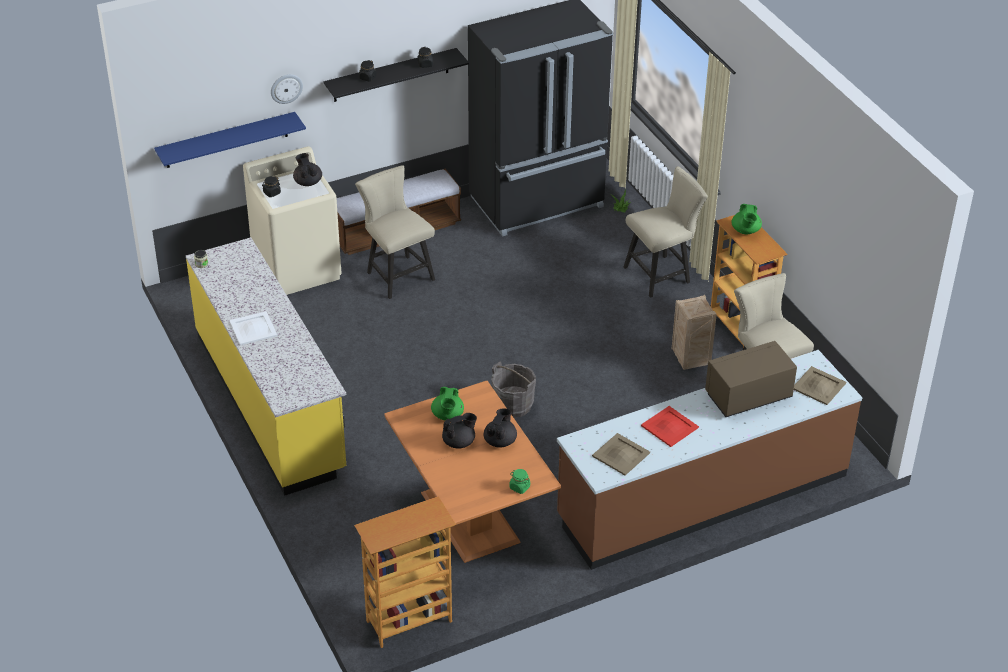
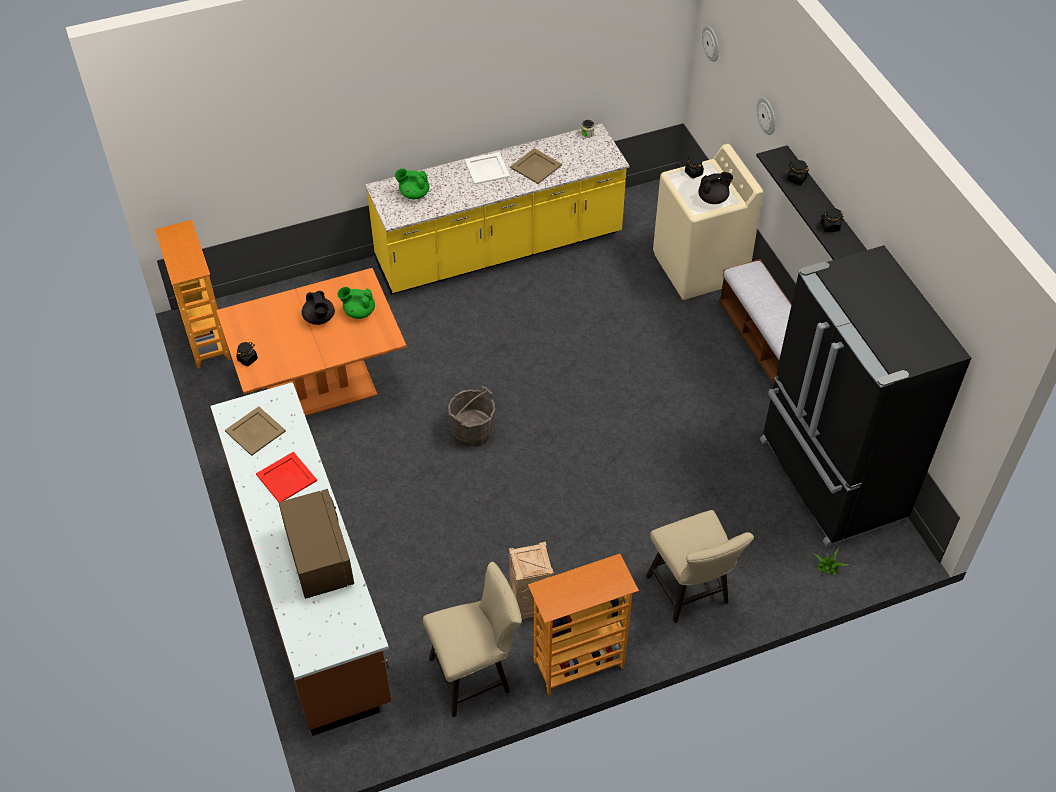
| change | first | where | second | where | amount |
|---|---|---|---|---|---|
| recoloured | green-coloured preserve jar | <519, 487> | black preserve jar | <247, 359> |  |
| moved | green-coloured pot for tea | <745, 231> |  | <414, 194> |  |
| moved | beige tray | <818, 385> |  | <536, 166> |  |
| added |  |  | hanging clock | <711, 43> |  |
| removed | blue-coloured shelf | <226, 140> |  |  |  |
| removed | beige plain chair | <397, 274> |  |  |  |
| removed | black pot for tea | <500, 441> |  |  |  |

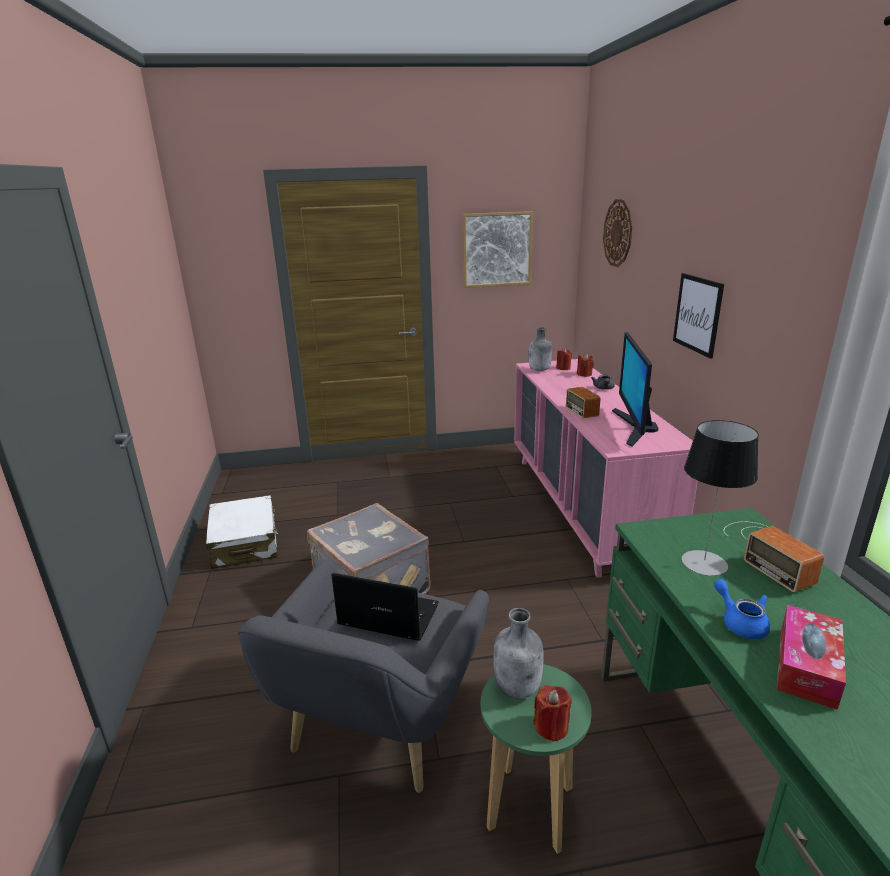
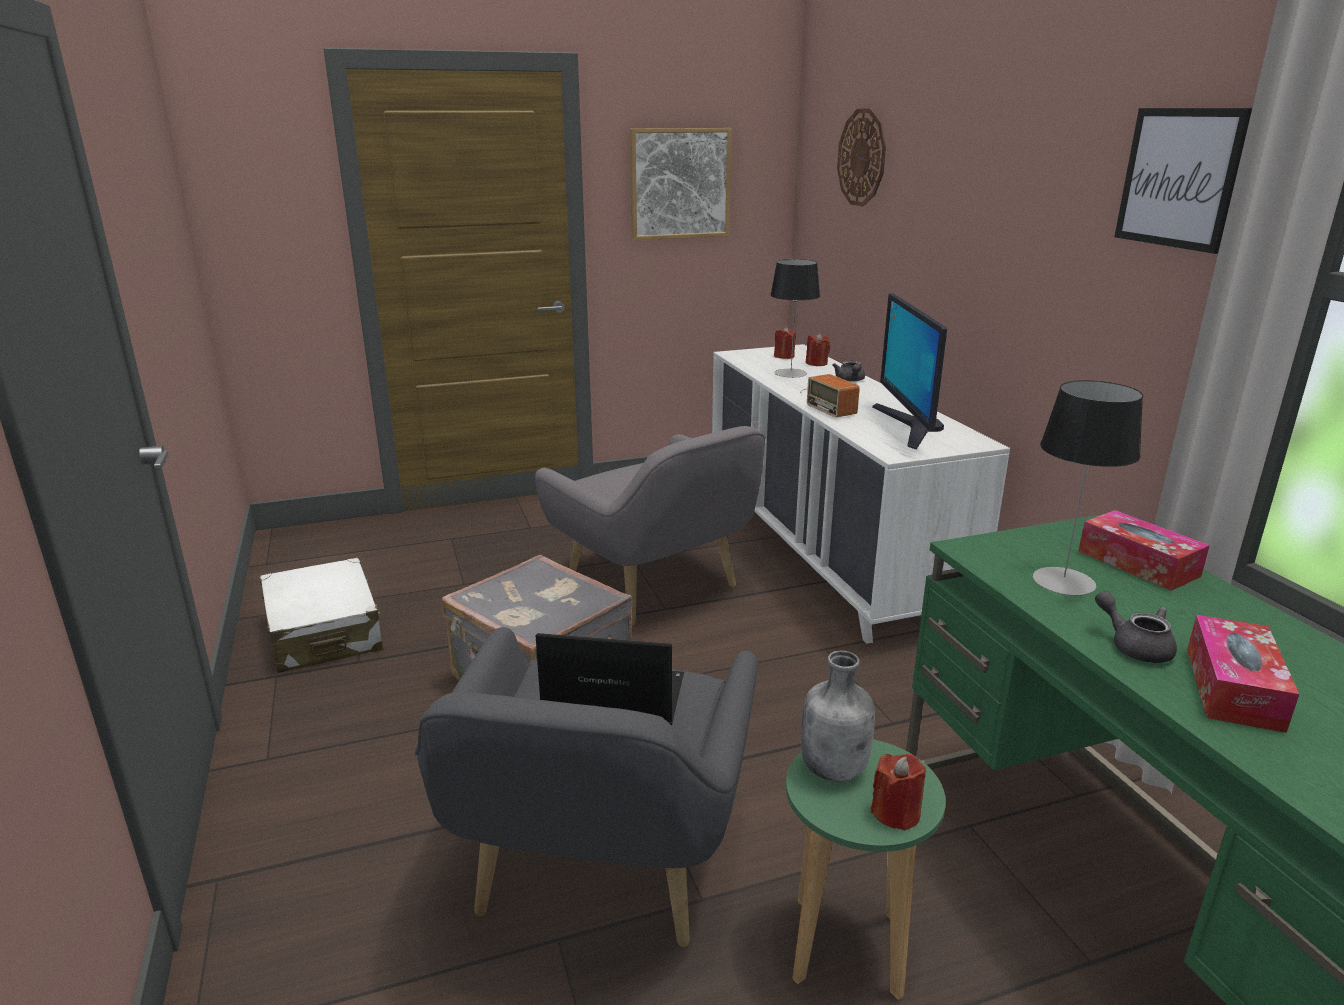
| change | first | where | second | where | amount |
|---|---|---|---|---|---|
| added |  |  | grey armchair | <655, 586> |  |
| recoloured | pinkish chest of drawers | <583, 507> | white-coloured chest of drawers | <825, 554> |  |
| added |  |  | lamp for a table | <790, 373> |  |
| replaced | radio set | <767, 551> | tissue holder | <1138, 563> |  |
| recoloured | blue-coloured pot for tea | <740, 622> | grey pot for tea | <1134, 646> |  |
| moved | wall picture | <697, 314> |  | <1179, 178> |  |
| removed | grey drink bottle | <539, 370> |  |  |  |

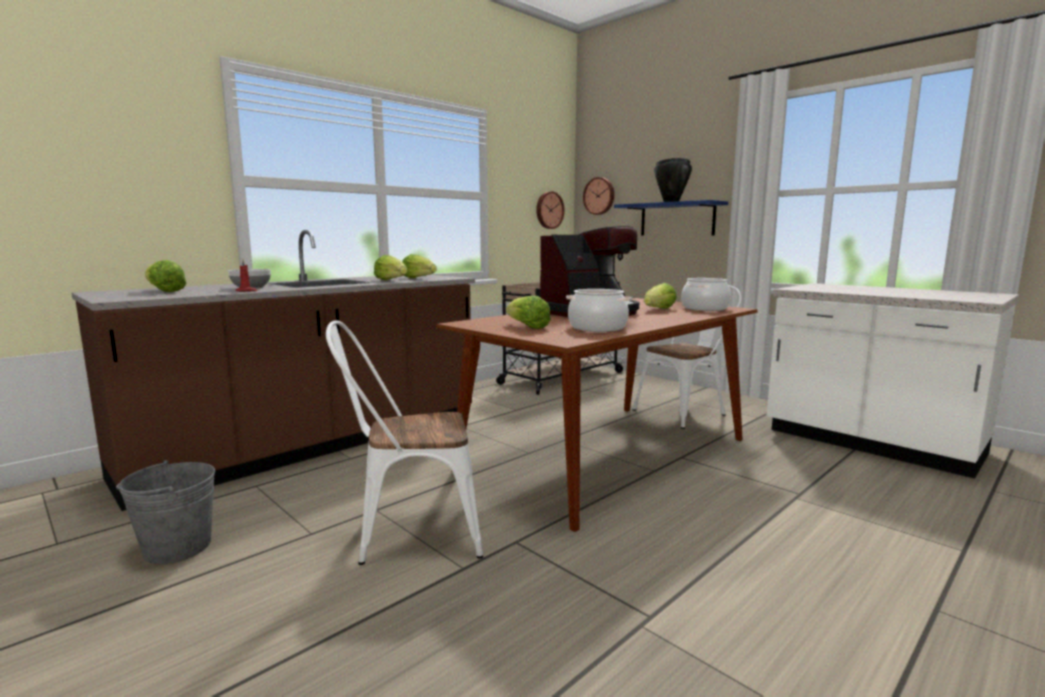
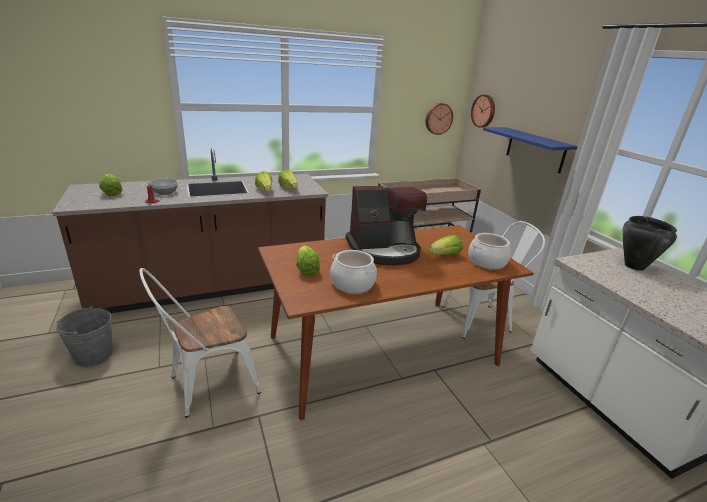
| change | first | where | second | where | amount |
|---|---|---|---|---|---|
| turned | white-coloured plain chair | <408, 533> |  | <207, 385> | 45 degrees counterclockwise |
| moved | black saucepot | <671, 202> |  | <634, 266> |  |

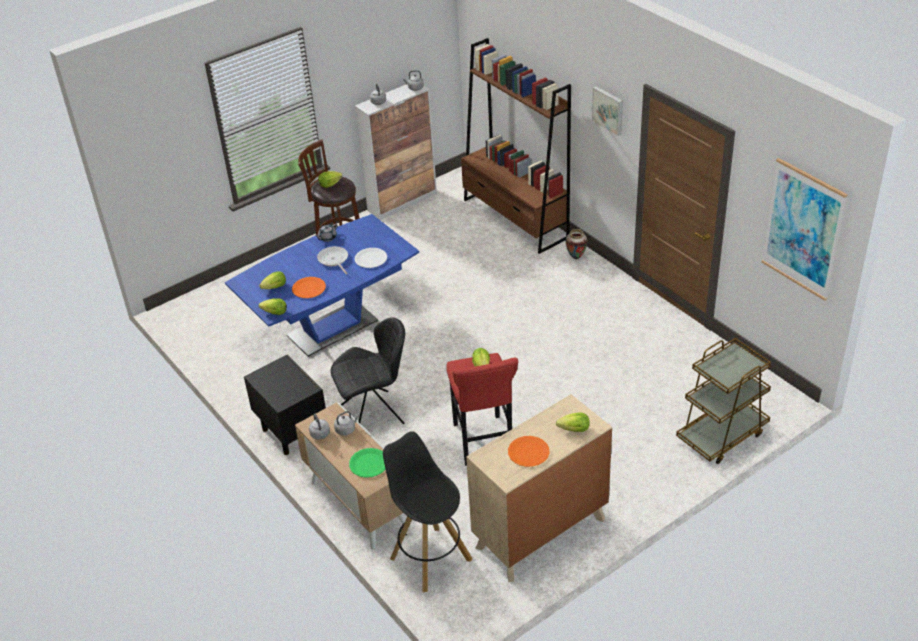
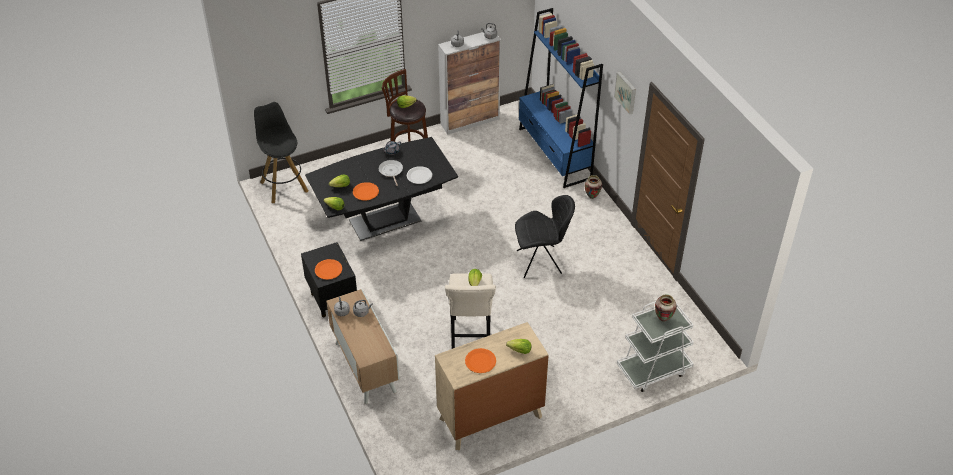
| change | first | where | second | where | amount |
|---|---|---|---|---|---|
| moved | black stool seat | <430, 558> |  | <284, 186> |  |
| recoloured | blue-coloured dinner table | <332, 328> | black dinner table | <385, 221> |  |
| added |  |  | orange flat dish | <328, 270> |  |
| recoloured | reddish stool seat | <483, 443> | beige stool seat | <470, 338> |  |
| moved | black plain chair | <374, 414> |  | <541, 262> |  |
| recoloured | brown bookshelf | <515, 219> | blue-coloured bookshelf | <554, 153> |  |
| recoloured | brown wheeled cart | <721, 435> | white-coloured wheeled cart | <653, 369> |  |
| added |  |  | decorative vase | <663, 319> |  |
| removed | green-coloured flat dish | <369, 464> |  |  |  |
| removed | wall picture | <803, 229> |  |  |  |

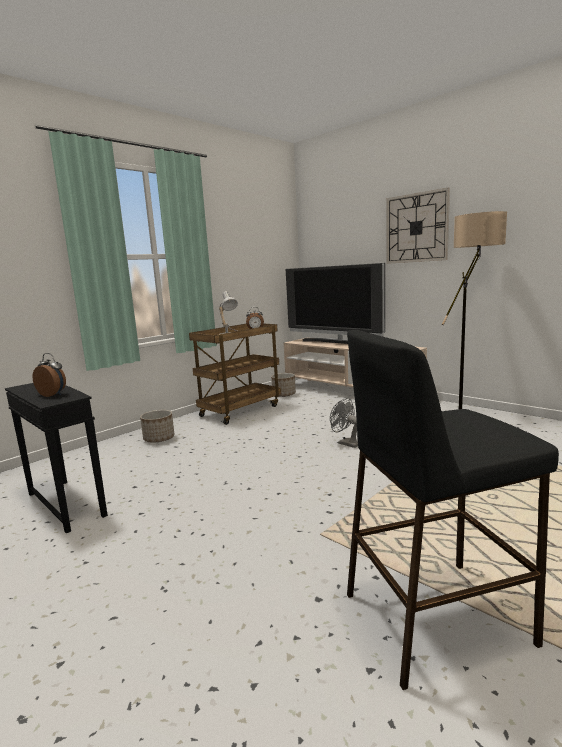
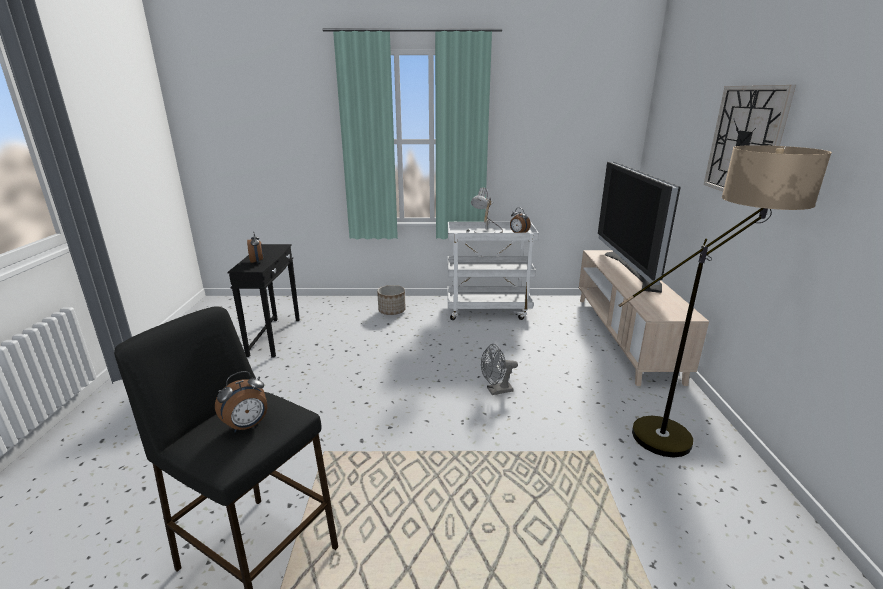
| change | first | where | second | where | amount |
|---|---|---|---|---|---|
| added |  |  | bedside clock | <247, 426> |  |
| recoloured | brown wheeled cart | <240, 410> | white-coloured wheeled cart | <488, 310> |  |
| turned | grey electric fan | <346, 443> |  | <496, 391> | 105 degrees counterclockwise |
| removed | planter | <284, 394> |  |  |  |

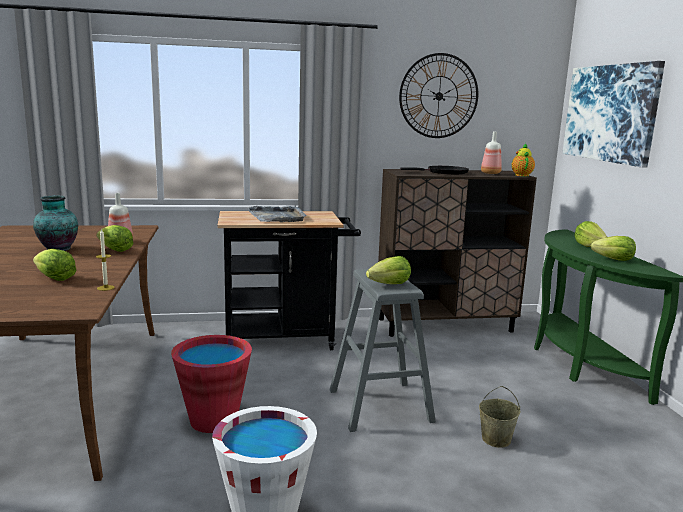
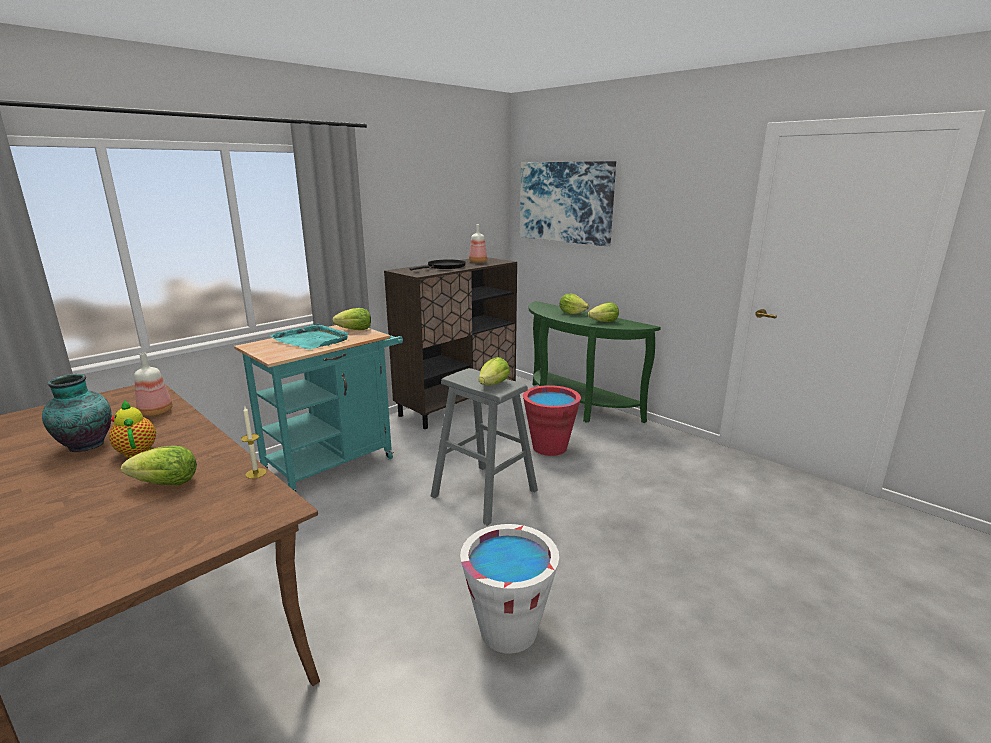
| change | first | where | second | where | amount |
|---|---|---|---|---|---|
| moved | pot for tea | <521, 175> |  | <137, 450> |  |
| recoloured | black wheeled cart | <287, 339> | turquoise wheeled cart | <336, 463> |  |
| recoloured | grey tray | <277, 217> | turquoise tray | <312, 340> |  |
| moved | head of lettuce | <115, 250> |  | <355, 330> |  |
| moved | reddish water bucket | <213, 420> |  | <549, 447> |  |
| removed | hanging clock | <439, 96> |  |  |  |
| removed | beige water bucket | <496, 439> |  |  |  |

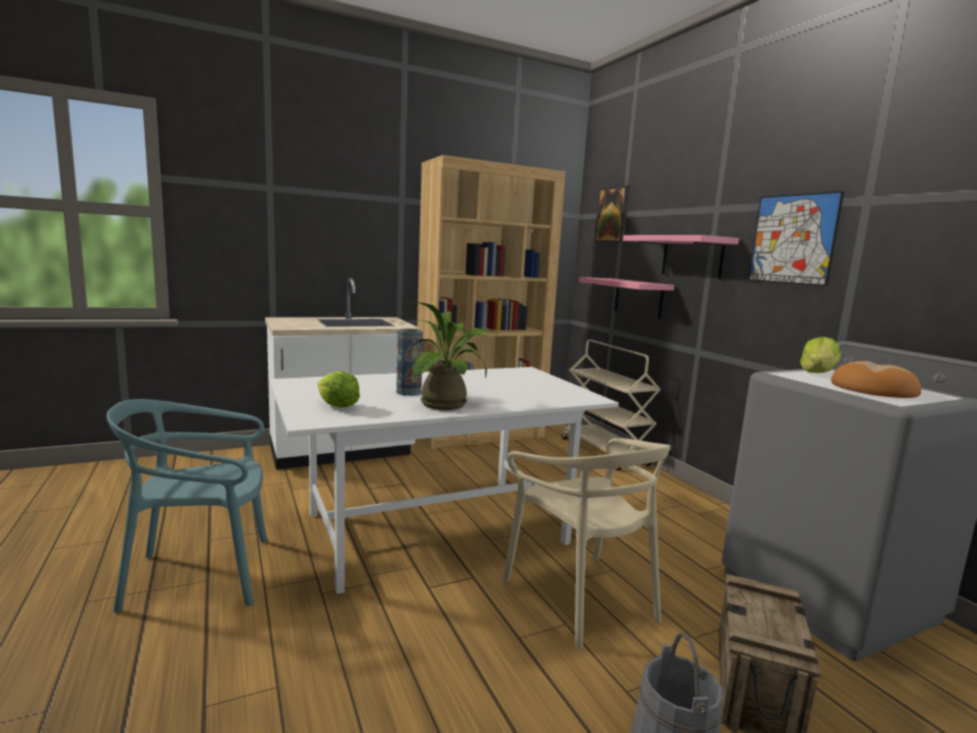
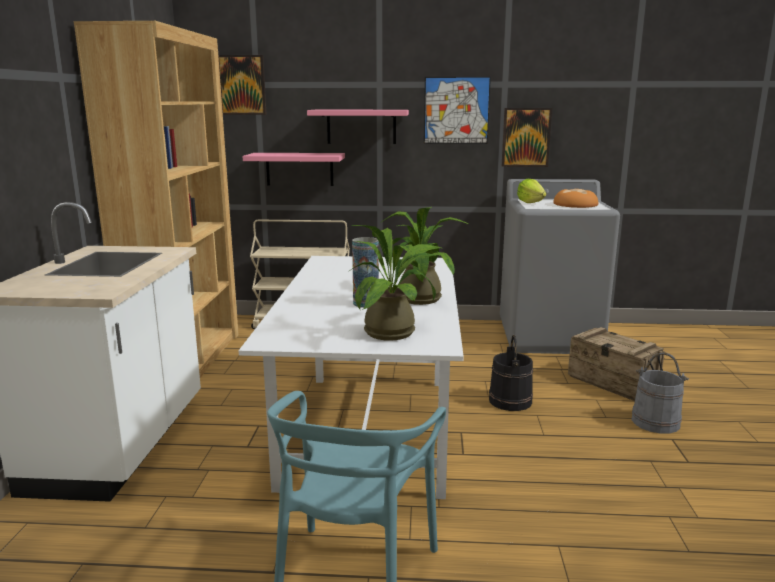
| change | first | where | second | where | amount |
|---|---|---|---|---|---|
| replaced | head of lettuce | <337, 406> | plant in a pot | <396, 332> |  |
| replaced | beige plain chair | <581, 597> | black water bucket | <510, 401> |  |
| added |  |  | wall picture | <526, 137> |  |

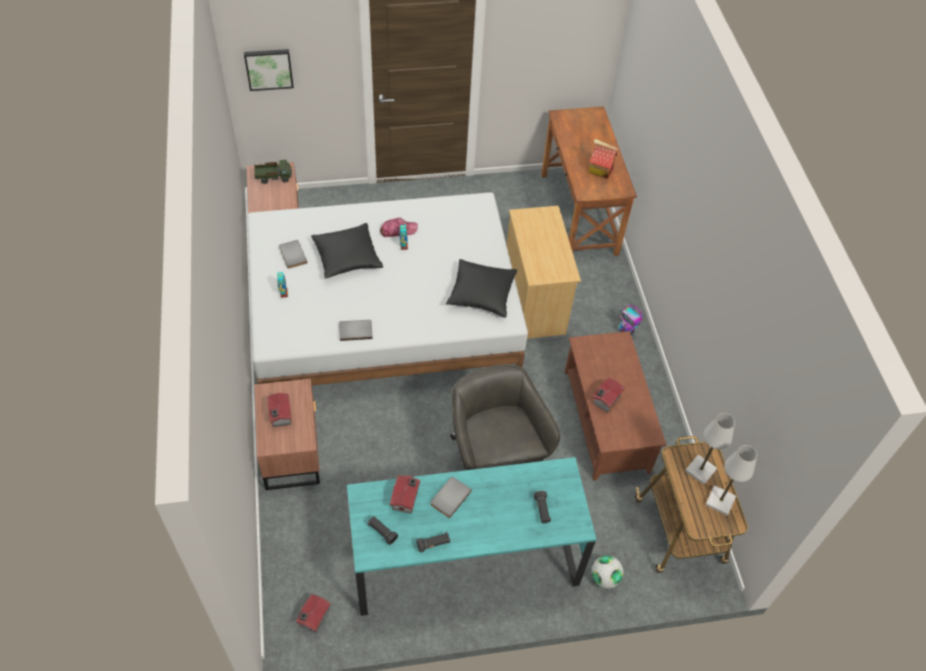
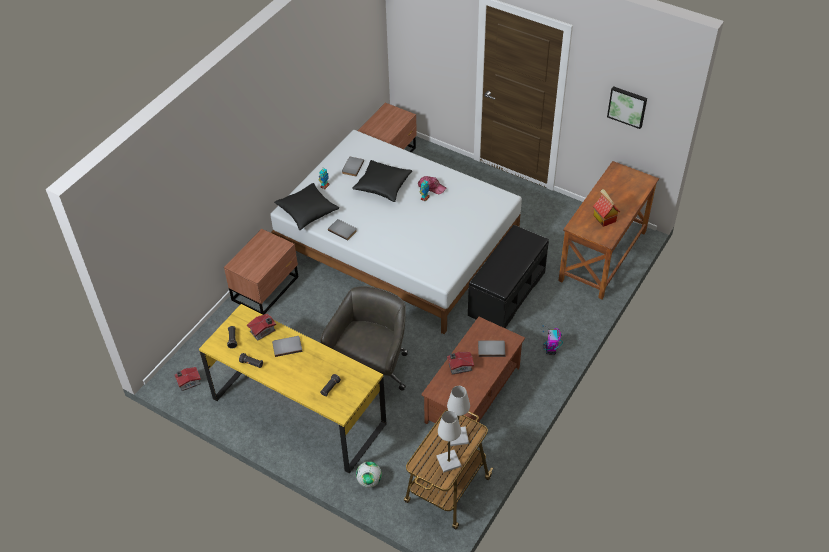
| change | first | where | second | where | amount |
|---|---|---|---|---|---|
| recoloured | turquoise desk unit | <464, 559> | yellow-coloured desk unit | <298, 411> |  |
| moved | black throw pillow | <481, 294> |  | <307, 211> |  |
| replaced | beige chest of drawers | <534, 301> | black long seat | <506, 293> |  |
| added |  |  | grey book | <491, 348> |  |
| moved | wall picture | <269, 68> |  | <627, 106> |  |
| removed | model truck | <273, 177> |  |  |  |
| removed | miniature house | <280, 416> |  |  |  |

